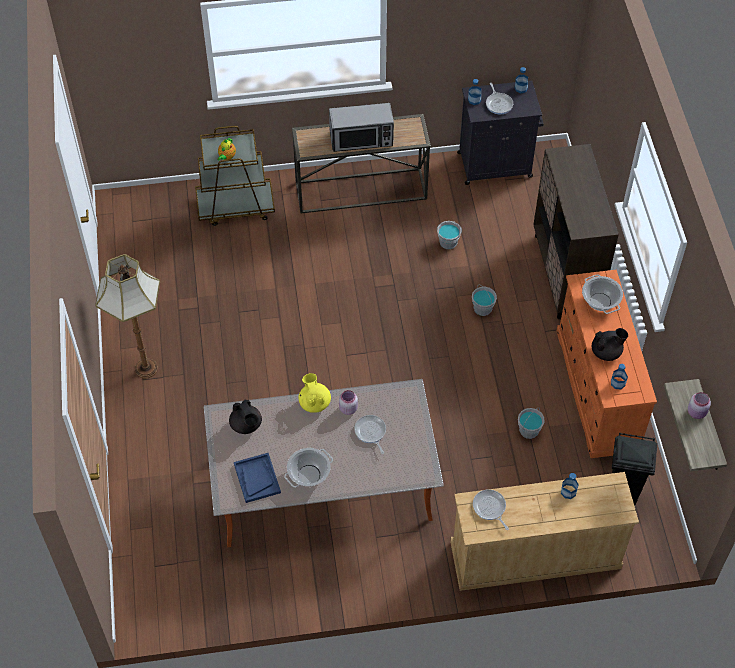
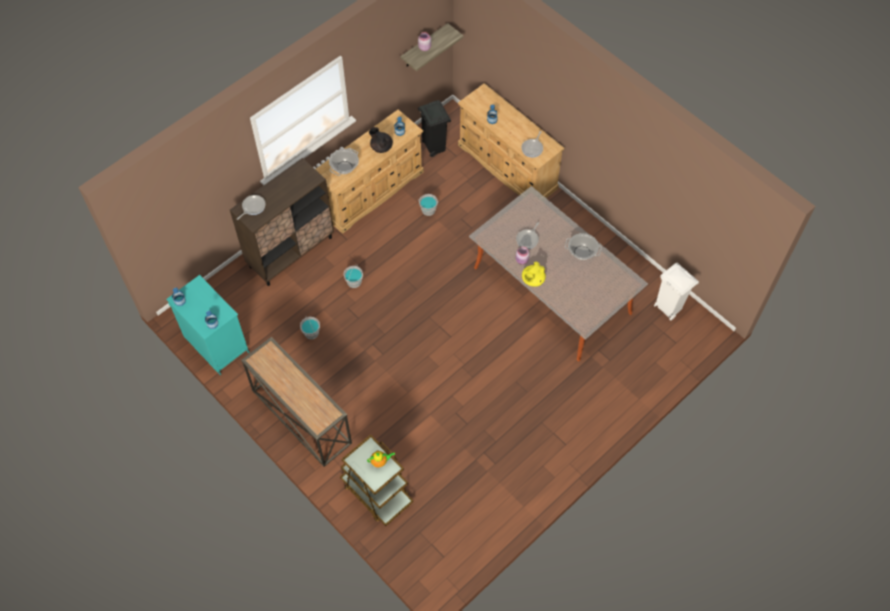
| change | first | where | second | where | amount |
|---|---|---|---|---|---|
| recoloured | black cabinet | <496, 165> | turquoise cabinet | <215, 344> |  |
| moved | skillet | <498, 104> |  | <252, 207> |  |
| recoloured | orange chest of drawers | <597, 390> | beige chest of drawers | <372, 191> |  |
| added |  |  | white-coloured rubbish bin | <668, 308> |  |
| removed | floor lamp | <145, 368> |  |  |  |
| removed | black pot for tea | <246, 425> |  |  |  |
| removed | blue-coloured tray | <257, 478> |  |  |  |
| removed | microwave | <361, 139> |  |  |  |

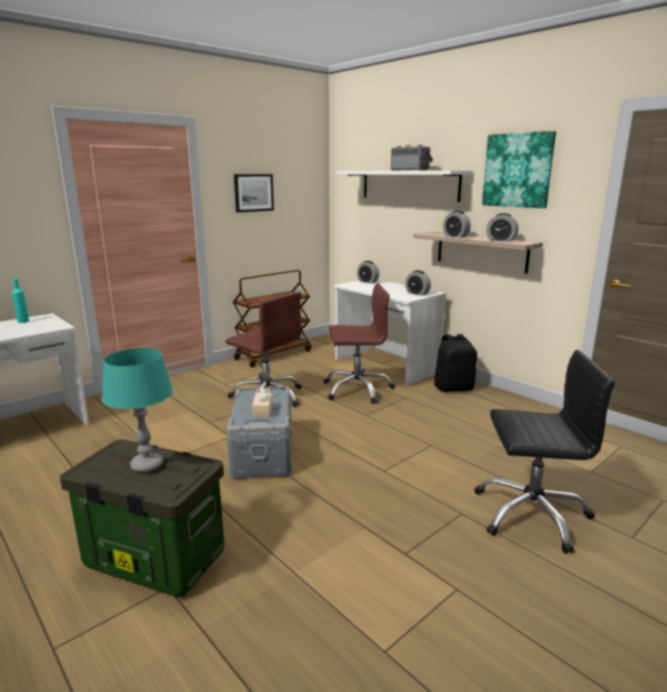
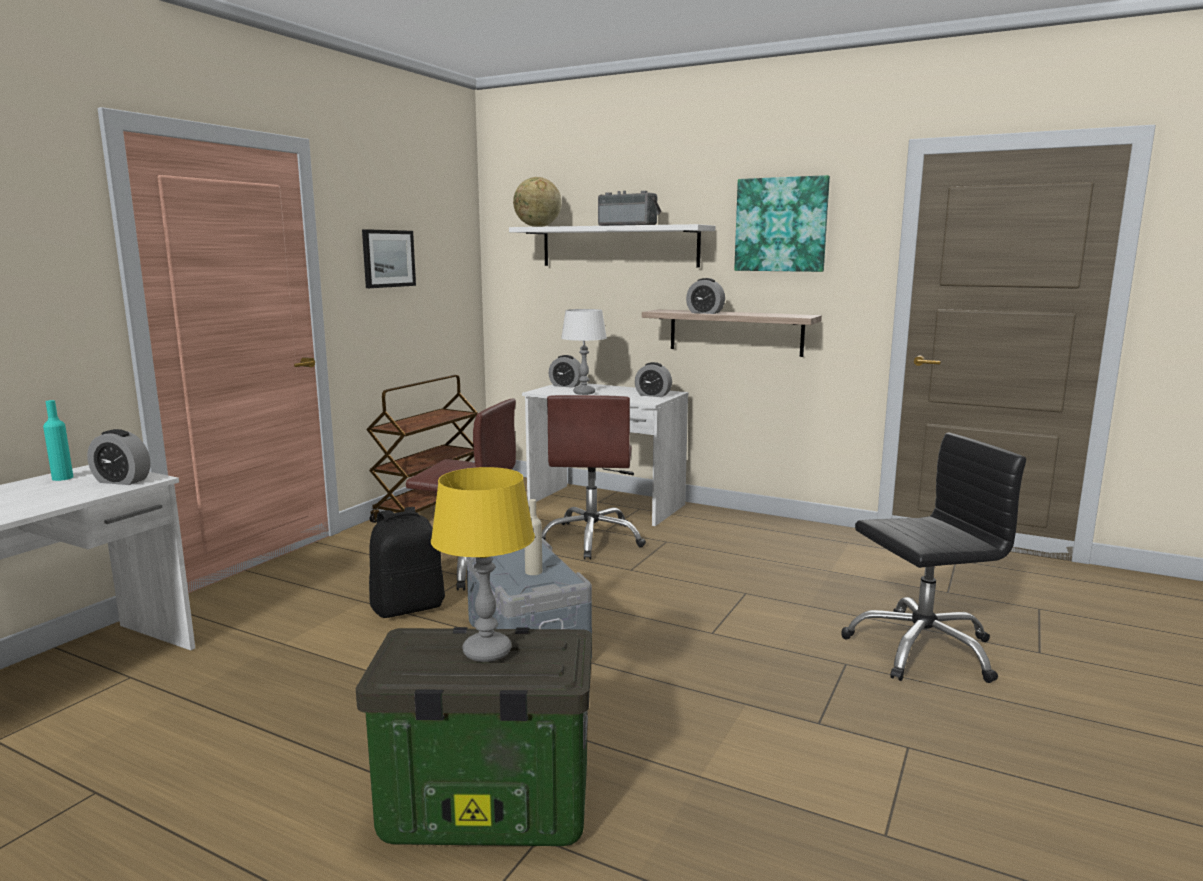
| change | first | where | second | where | amount |
|---|---|---|---|---|---|
| moved | bedside clock | <501, 240> |  | <122, 481> |  |
| moved | black knapsack | <453, 388> |  | <408, 607> |  |
| recoloured | turquoise lamp for a table | <147, 465> | yellow-coloured lamp for a table | <487, 652> |  |
| added |  |  | globe | <537, 226> |  |
| replaced | beige tissue holder | <262, 411> | beige drink bottle | <533, 571> |  |
| turned | brown office chair | <357, 389> |  | <592, 539> | 120 degrees clockwise |
| added |  |  | white-coloured lamp for a table | <584, 393> |  |

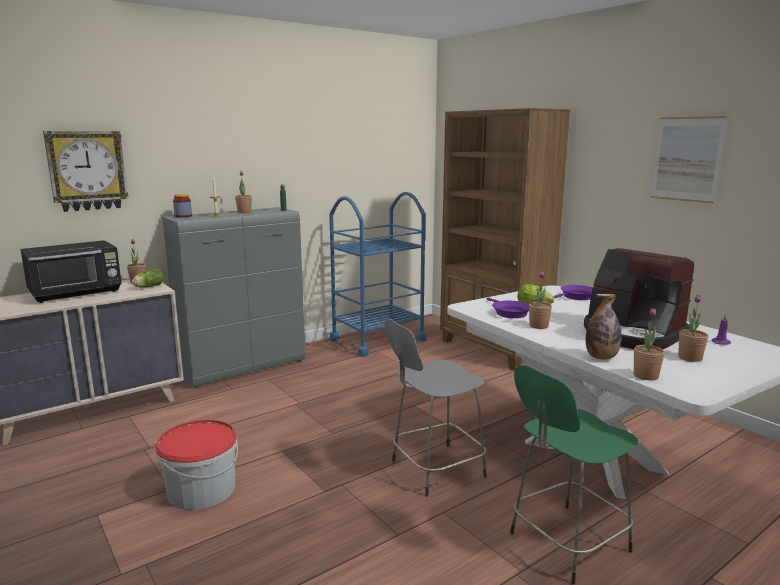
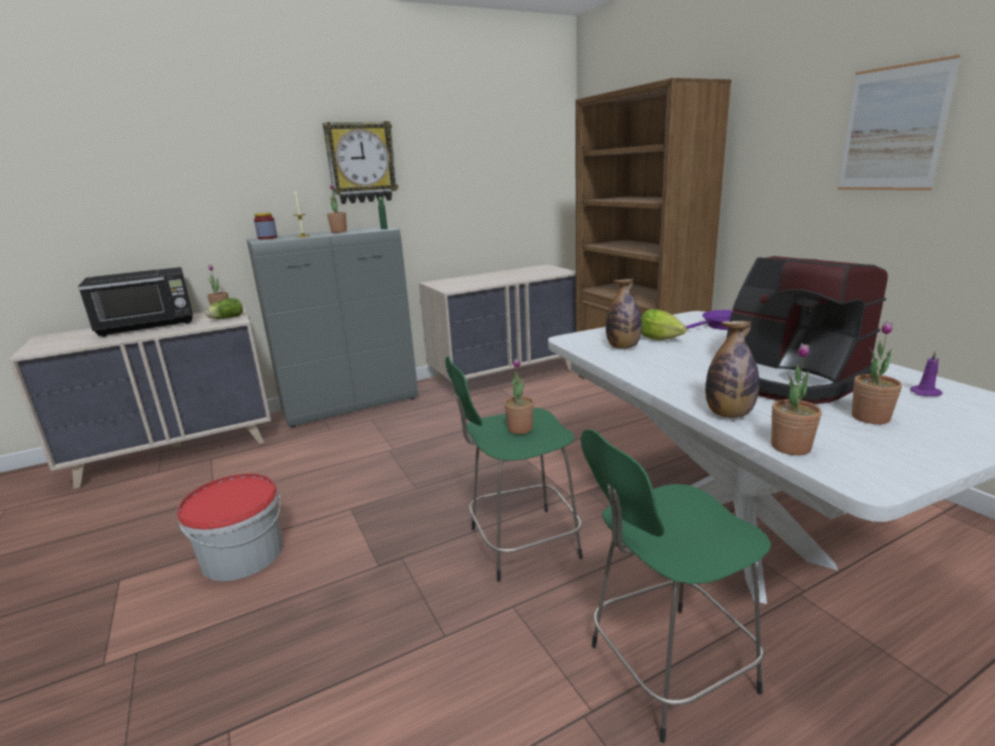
| change | first | where | second | where | amount |
|---|---|---|---|---|---|
| moved | hanging clock | <87, 170> |  | <361, 163> |  |
| replaced | blue-coloured wheeled cart | <377, 340> | beige chest of drawers | <506, 375> |  |
| recoloured | grey stool seat | <434, 470> | green-coloured stool seat | <520, 543> |  |
| moved | plant in a pot | <538, 326> |  | <520, 429> |  |
| replaced | purplish skillet | <509, 312> | drink bottle | <623, 347> |  |

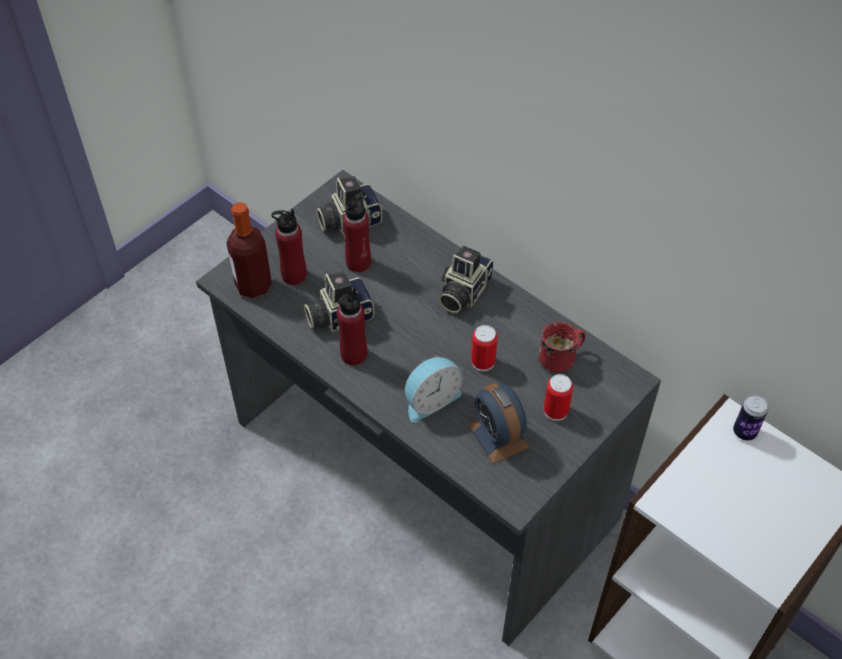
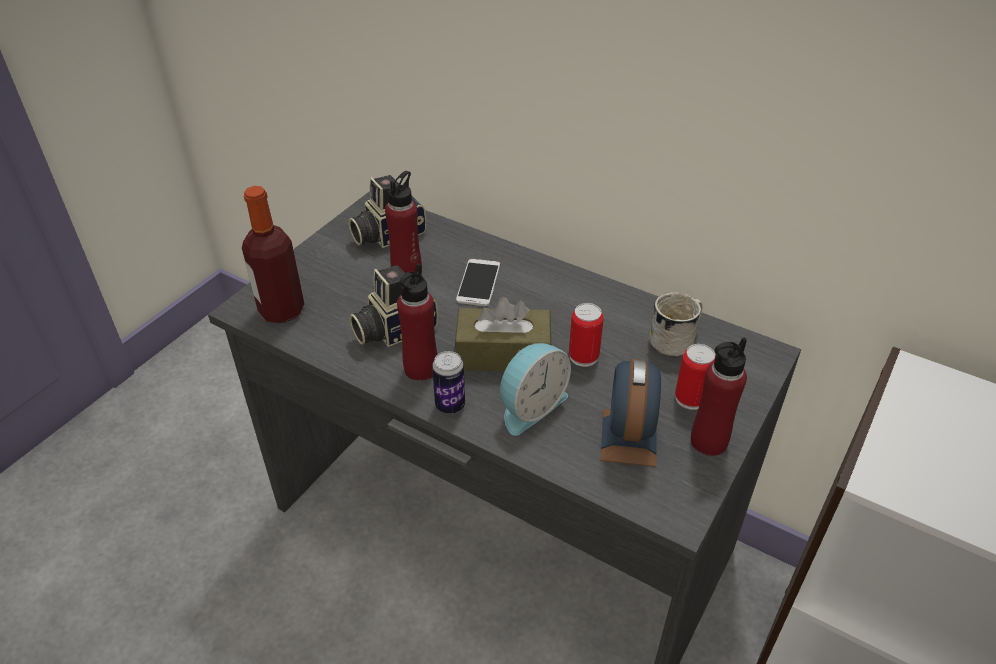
| change | first | where | second | where | amount |
|---|---|---|---|---|---|
| moved | can | <744, 432> |  | <450, 405> |  |
| added |  |  | brown tissue holder | <503, 354> |  |
| added |  |  | telephone | <478, 283> |  |
| turned | bedside clock | <498, 436> |  | <628, 437> | 45 degrees clockwise |
| recoloured | reddish coffee mug | <562, 357> | white-coloured coffee mug | <676, 340> |  |
| moved | reddish drink bottle | <294, 275> |  | <708, 441> |  |
| removed | photo camera | <462, 291> |  |  |  |

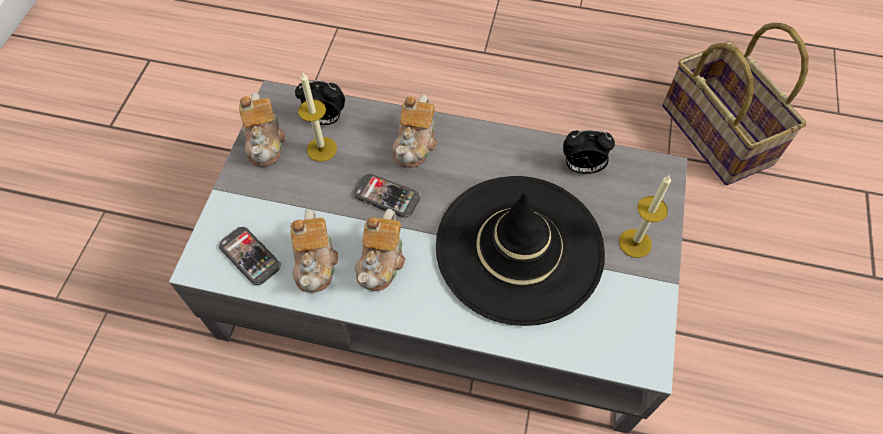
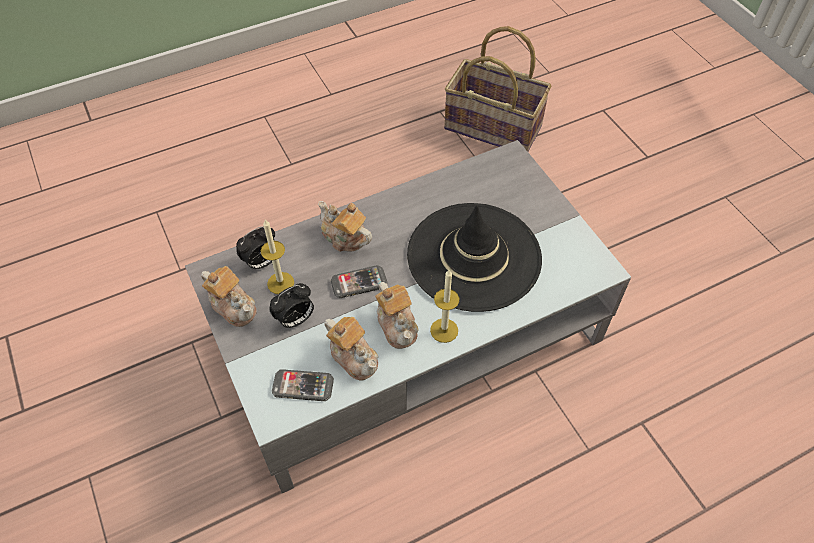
| change | first | where | second | where | amount |
|---|---|---|---|---|---|
| moved | bedside clock | <582, 167> |  | <295, 320> |  |
| turned | pot for tea | <416, 144> |  | <344, 237> | 150 degrees clockwise |
| moved | candle | <635, 243> |  | <444, 330> |  |

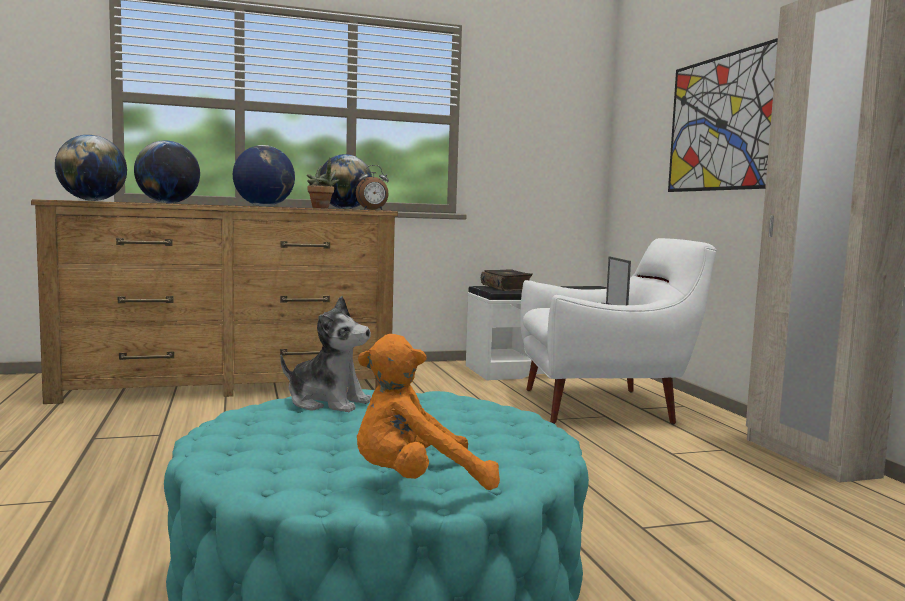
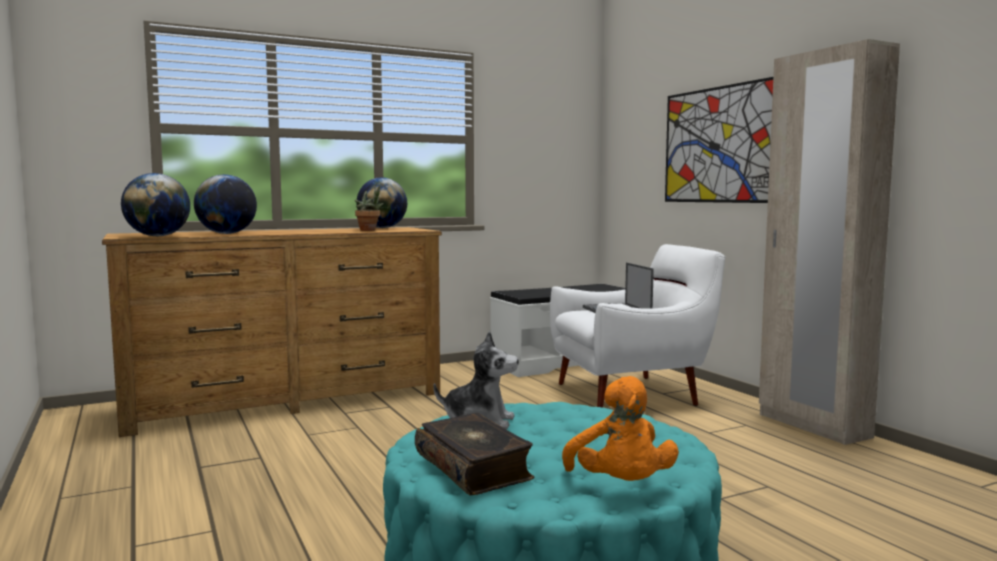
| change | first | where | second | where | amount |
|---|---|---|---|---|---|
| moved | book | <507, 288> |  | <474, 467> |  |
| turned | orange plush toy | <415, 483> |  | <620, 486> | 75 degrees counterclockwise |
| removed | globe | <264, 206> |  |  |  |
| removed | bedside clock | <372, 209> |  |  |  |

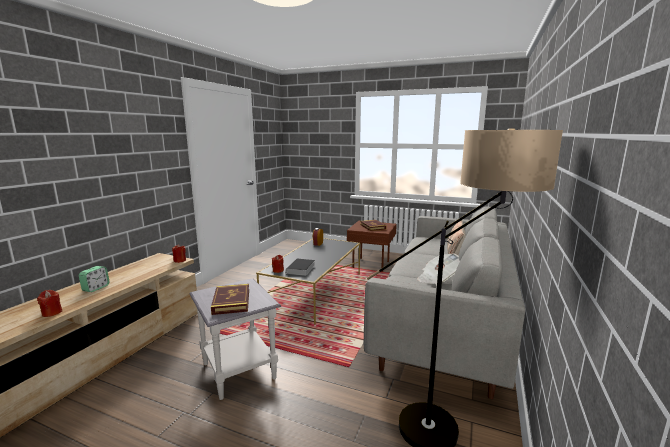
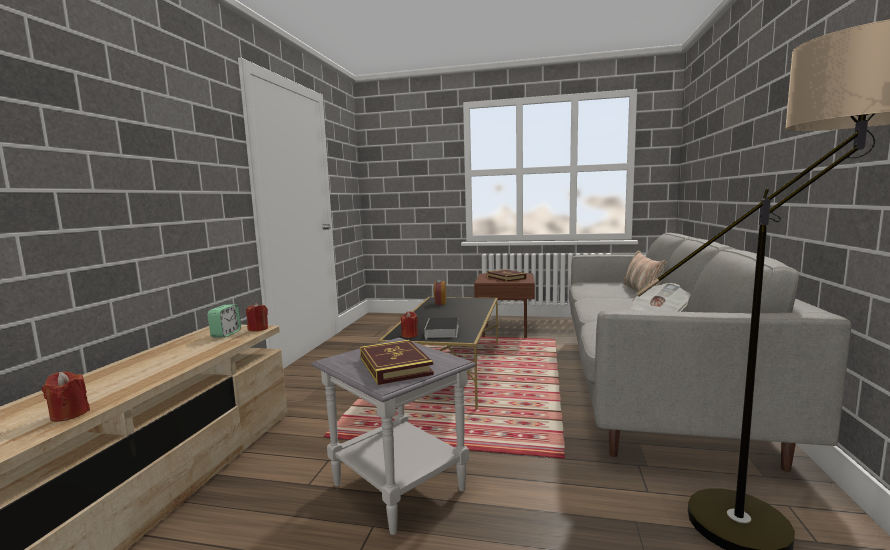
| change | first | where | second | where | amount |
|---|---|---|---|---|---|
| moved | bedside clock | <96, 288> |  | <226, 334> |  |

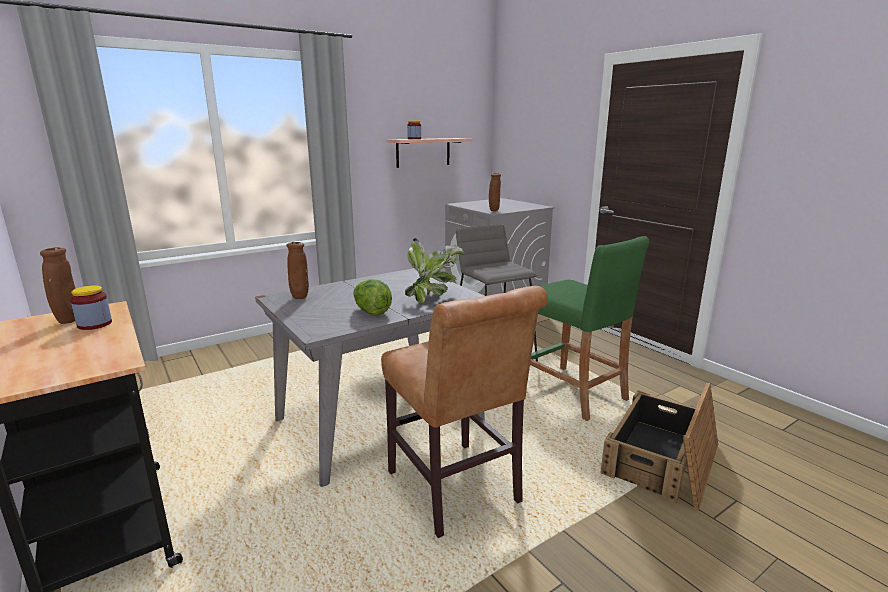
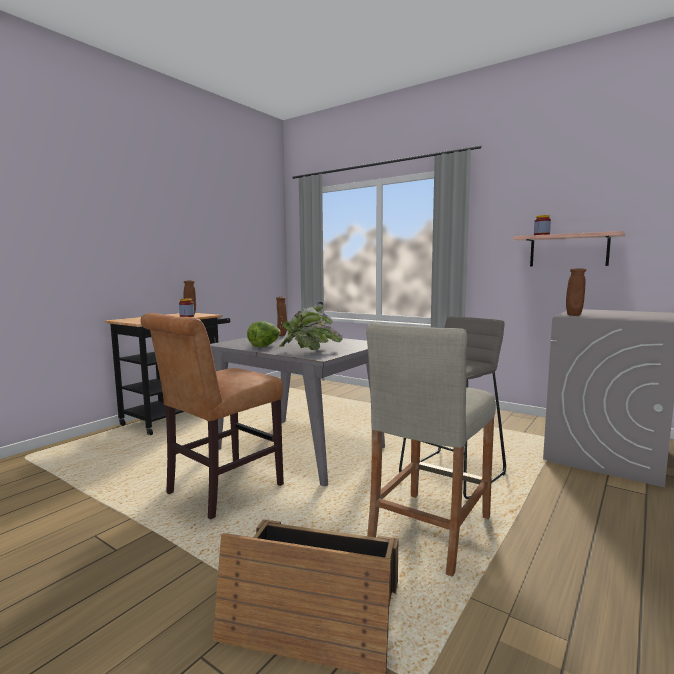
| change | first | where | second | where | amount |
|---|---|---|---|---|---|
| recoloured | green-coloured stool seat | <572, 393> | beige stool seat | <429, 530> |  |

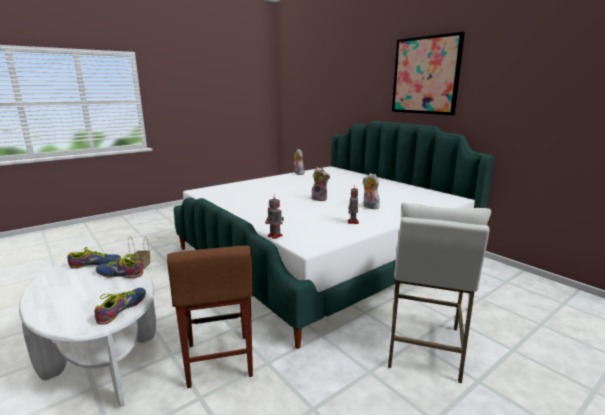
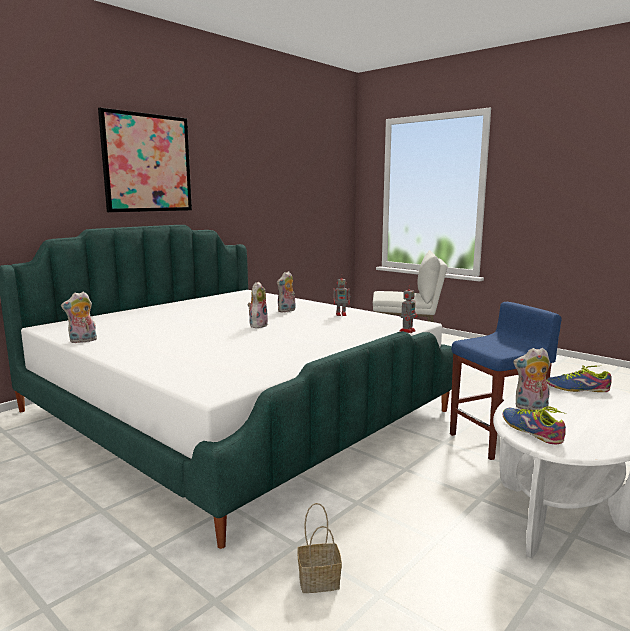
| change | first | where | second | where | amount |
|---|---|---|---|---|---|
| recoloured | brown stool seat | <219, 360> | blue-coloured stool seat | <495, 440> |  |
| replaced | low shoe | <120, 274> | plush toy | <530, 408> |  |

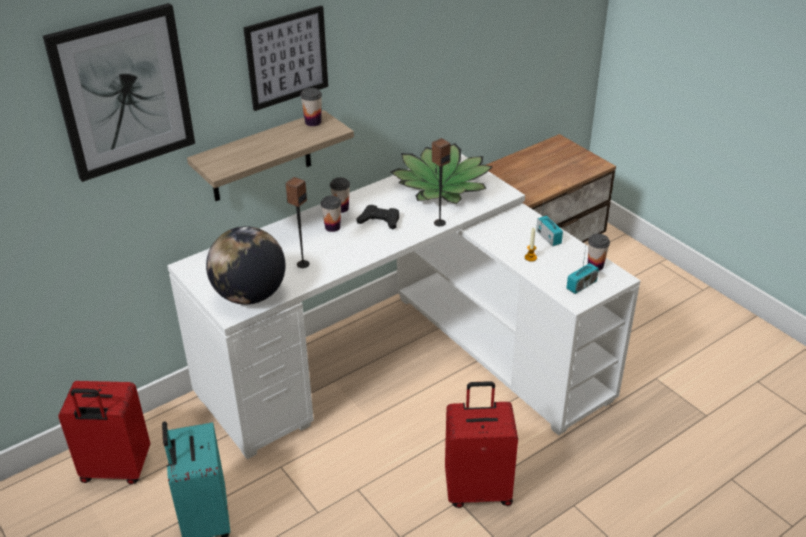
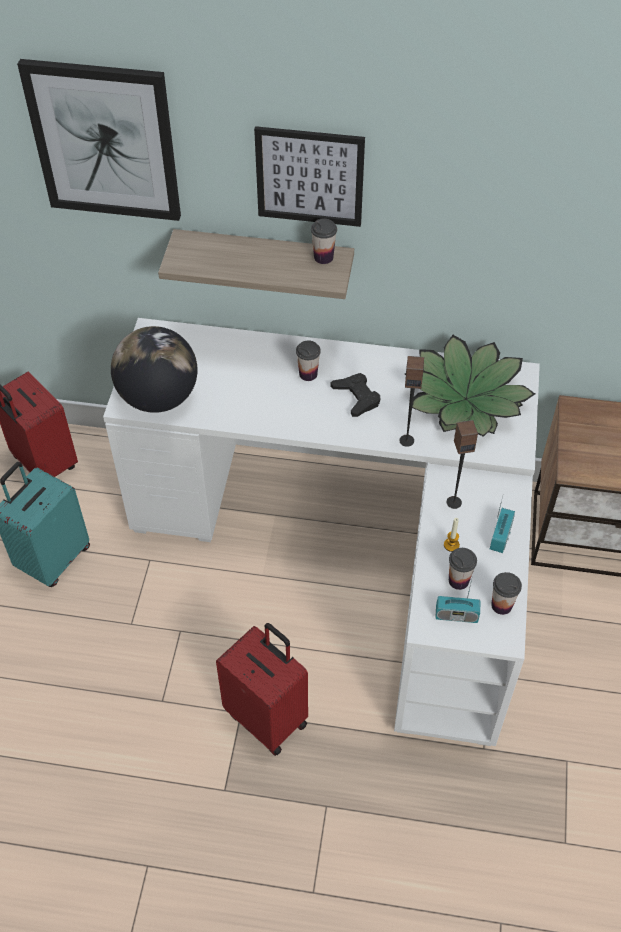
| change | first | where | second | where | amount |
|---|---|---|---|---|---|
| moved | loudspeaker | <302, 264> |  | <454, 502> |  |
| moved | small cup | <341, 208> |  | <458, 580> |  |

